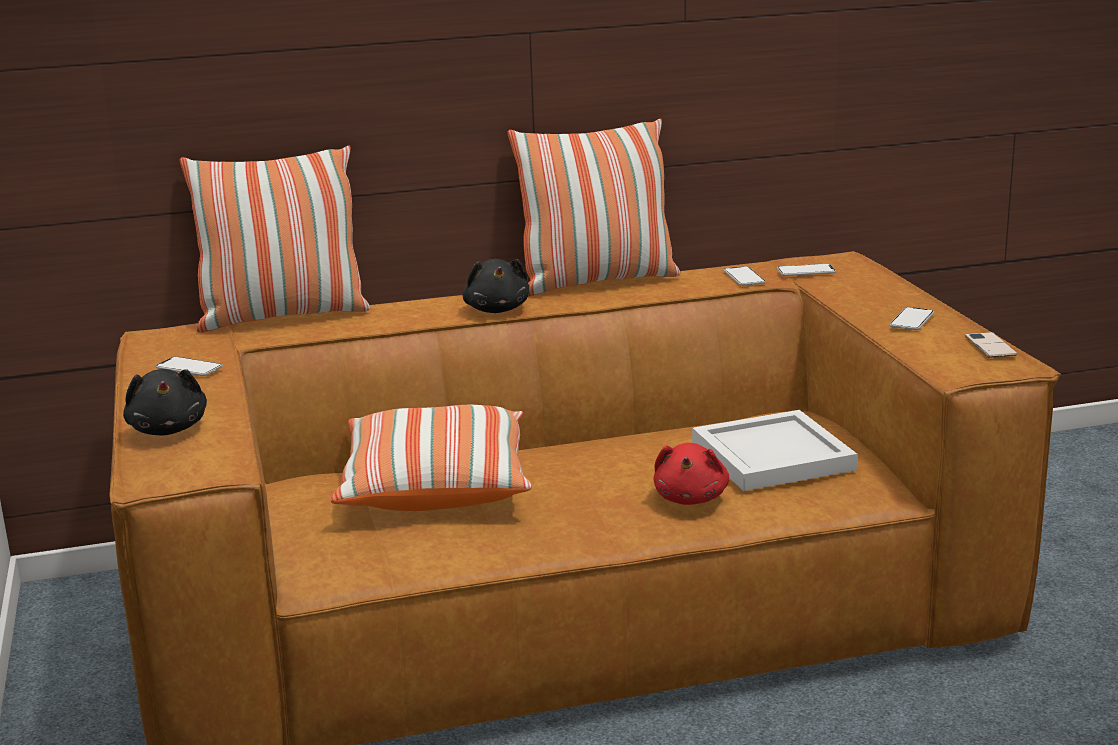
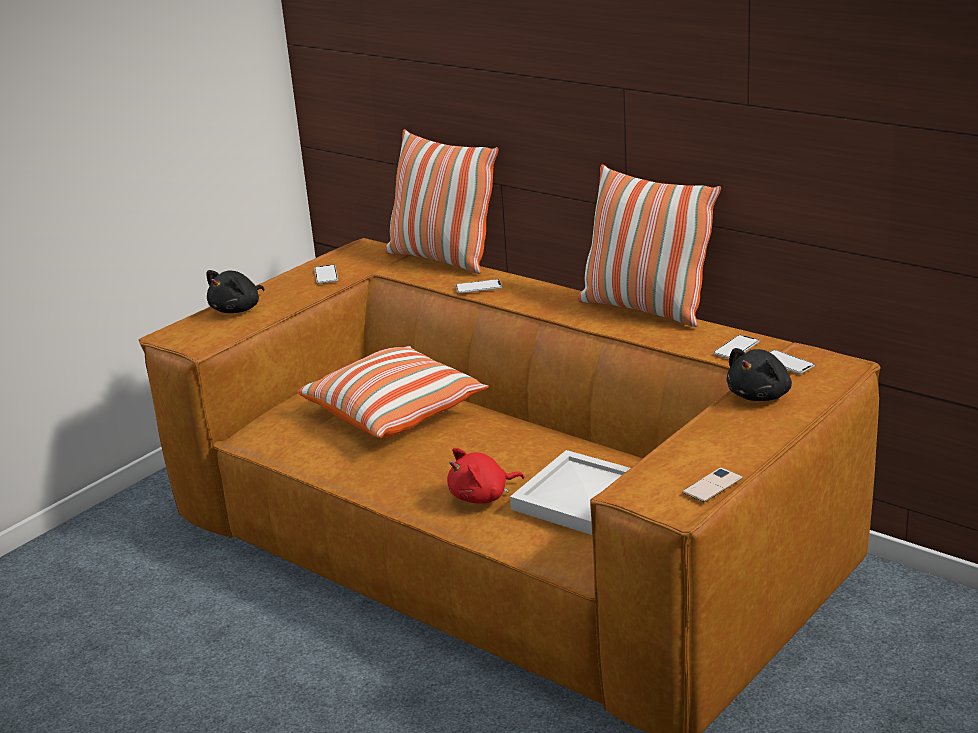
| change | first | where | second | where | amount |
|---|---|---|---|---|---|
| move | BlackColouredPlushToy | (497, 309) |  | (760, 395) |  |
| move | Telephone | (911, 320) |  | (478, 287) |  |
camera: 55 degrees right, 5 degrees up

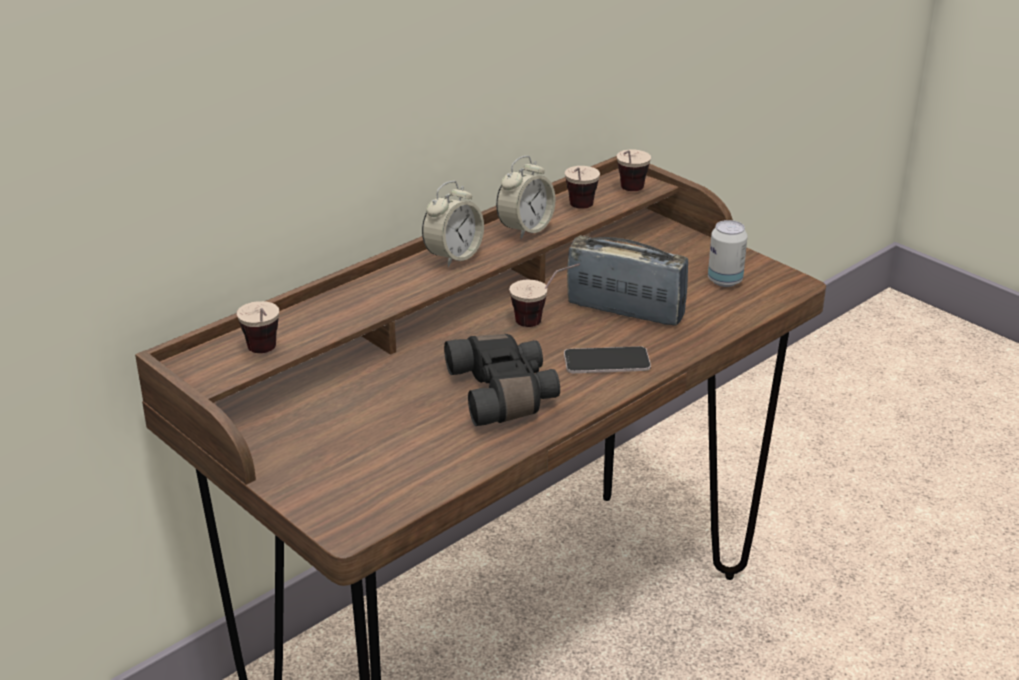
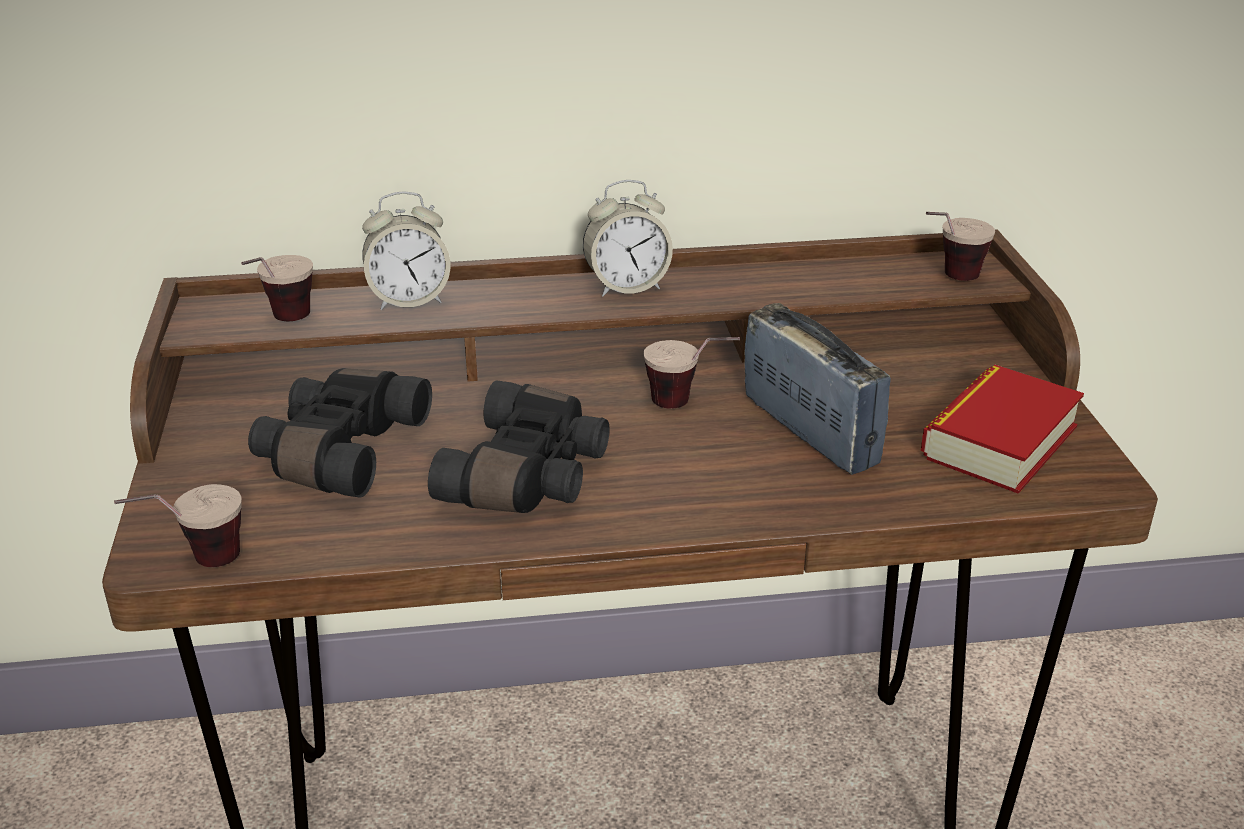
| change | first | where | second | where | amount |
|---|---|---|---|---|---|
| move | BedsideClock | (525, 229) |  | (409, 300) |  |
| delete | Telephone | (606, 361) |  |  |  |
| move | Cup | (579, 210) |  | (193, 566) |  |
| replace | SealedCan | (725, 280) | Book | (999, 441) |  |
| insert |  |  | BlackColouredFieldGlasses | (338, 451) |  |
camera: 35 degrees right, 0 degrees up

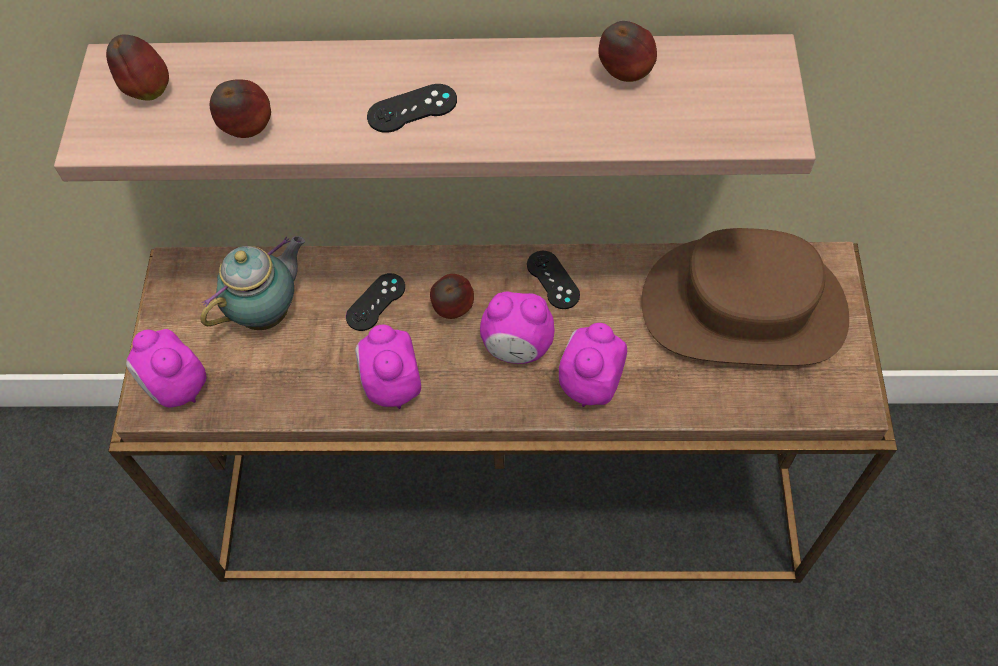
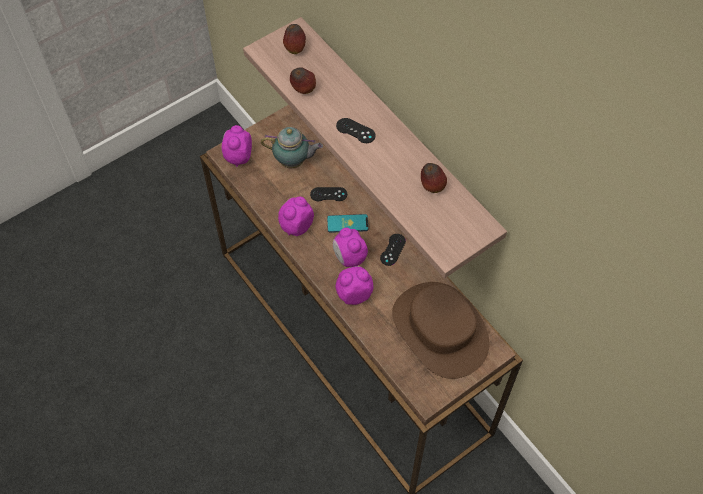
| change | first | where | second | where | amount |
|---|---|---|---|---|---|
| replace | AppleFruit | (453, 310) | Telephone | (347, 223) |  |
camera: 50 degrees right, 0 degrees up

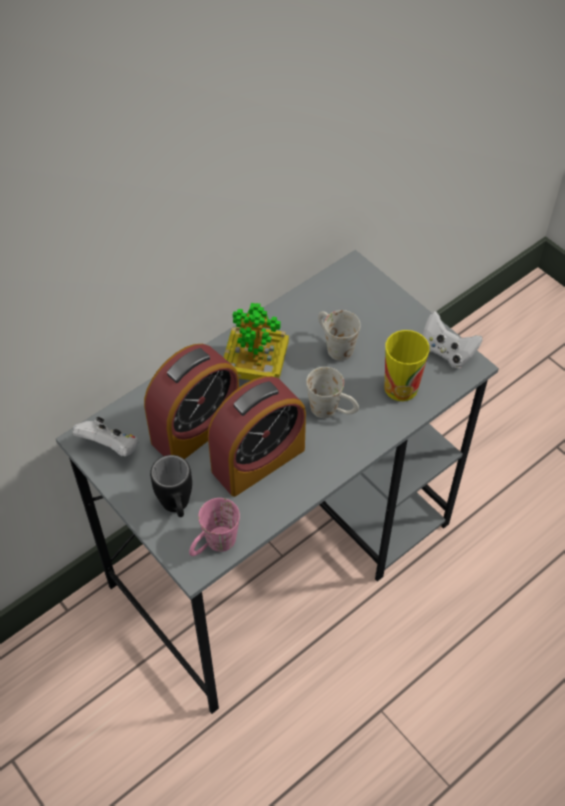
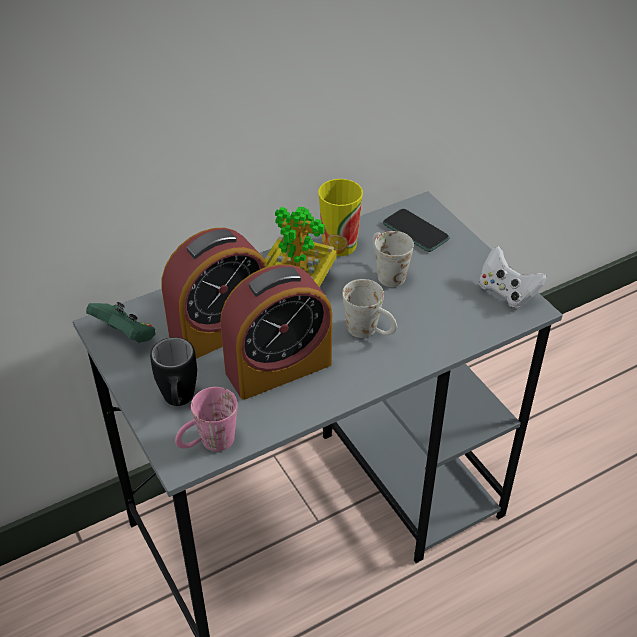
| change | first | where | second | where | amount |
|---|---|---|---|---|---|
| recolor | WhitishGameController | (110, 447) | GreenishGameController | (126, 336) |  |
| move | Cup | (401, 387) |  | (339, 245) |  |
| insert |  |  | Telephone | (415, 231) |  |
camera: 10 degrees right, 10 degrees down

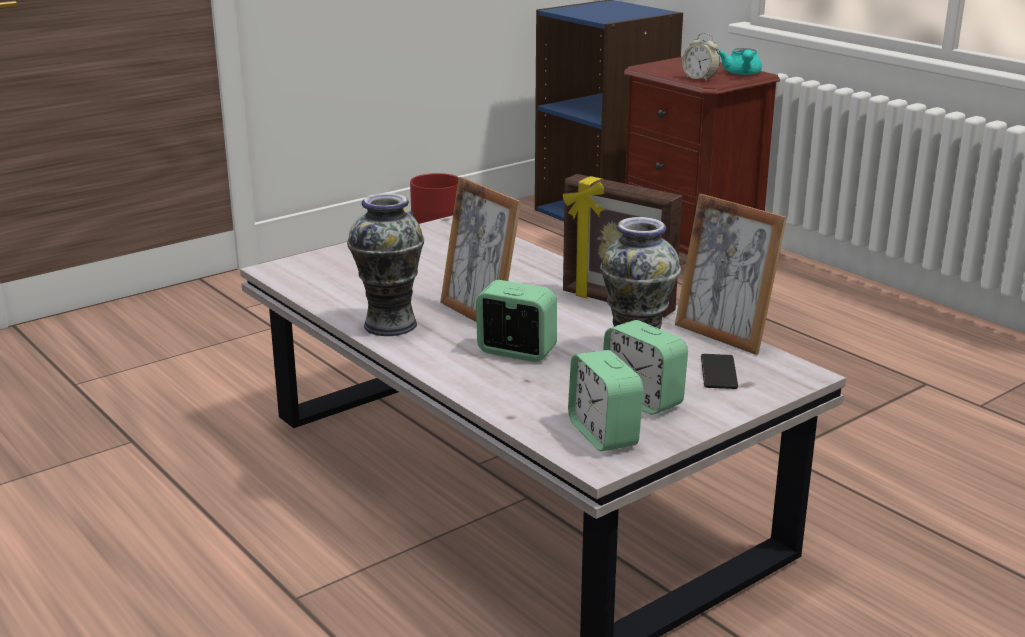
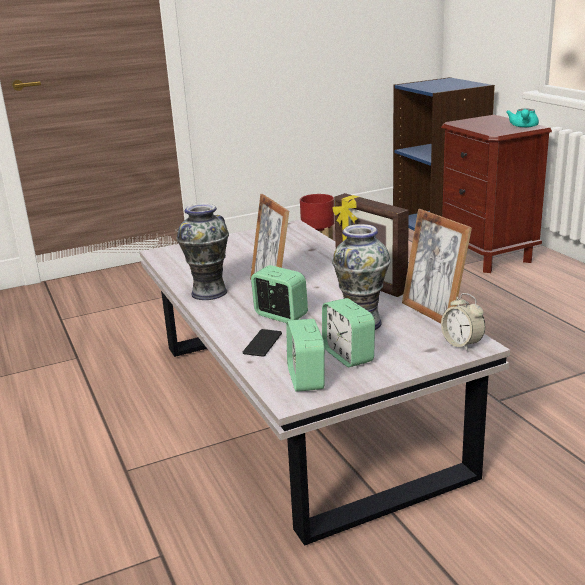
| change | first | where | second | where | amount |
|---|---|---|---|---|---|
| move | BedsideClock | (699, 79) |  | (462, 344) |  |
| move | Telephone | (718, 372) |  | (262, 343) |  |
camera: 15 degrees right, 0 degrees up

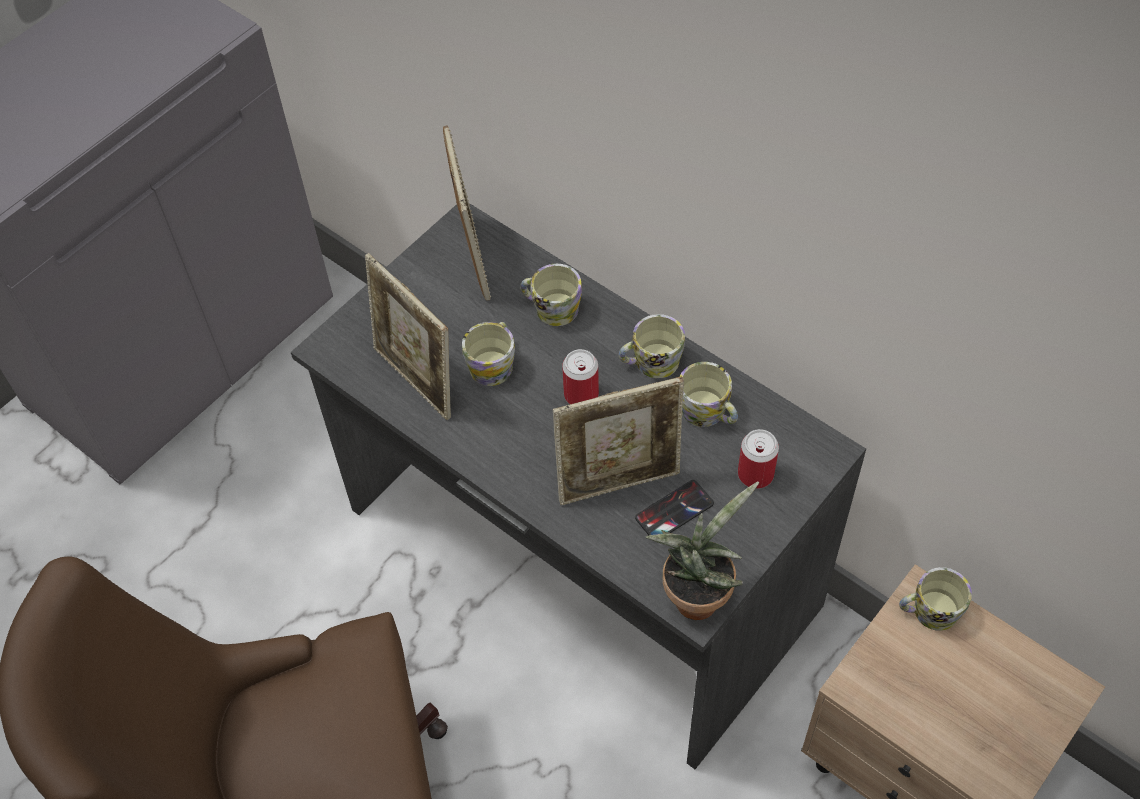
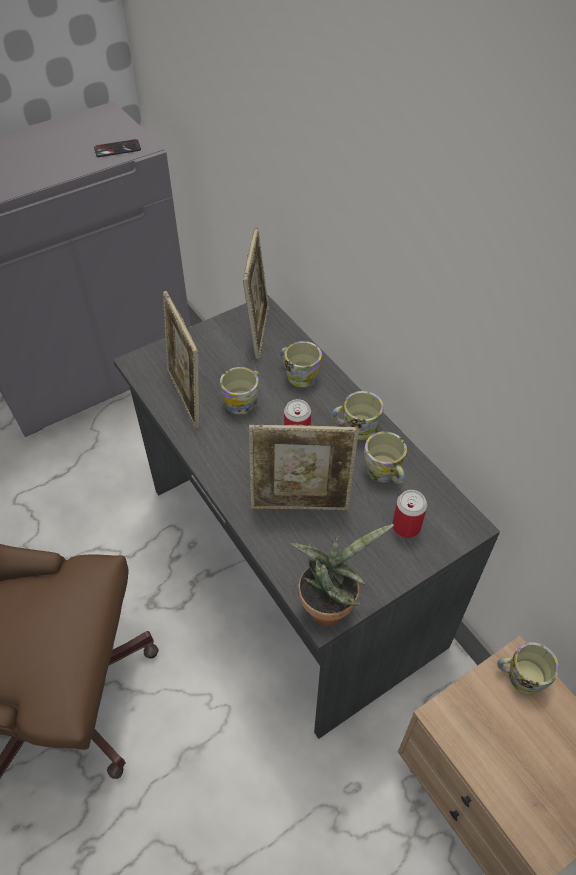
| change | first | where | second | where | amount |
|---|---|---|---|---|---|
| move | Telephone | (674, 511) |  | (117, 149) |  |
camera: 15 degrees right, 5 degrees down

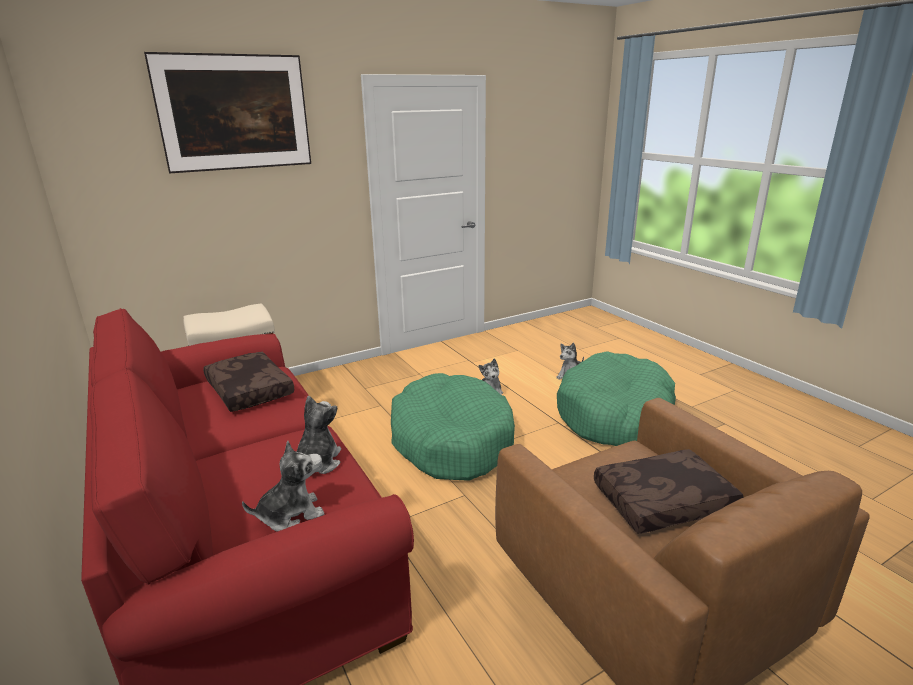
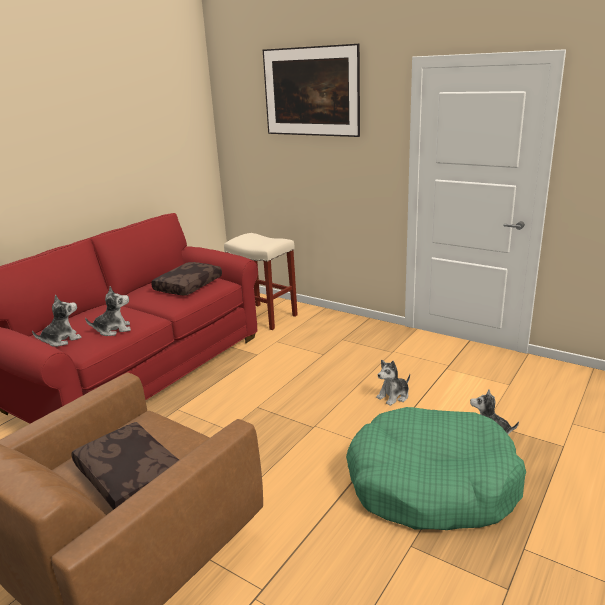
| change | first | where | second | where | amount |
|---|---|---|---|---|---|
| rotate | PlushToy | (291, 514) |  | (61, 340) | 75 degrees counterclockwise |
| delete | GreenishDogCushion | (451, 440) |  |  |  |
camera: 65 degrees right, 0 degrees up

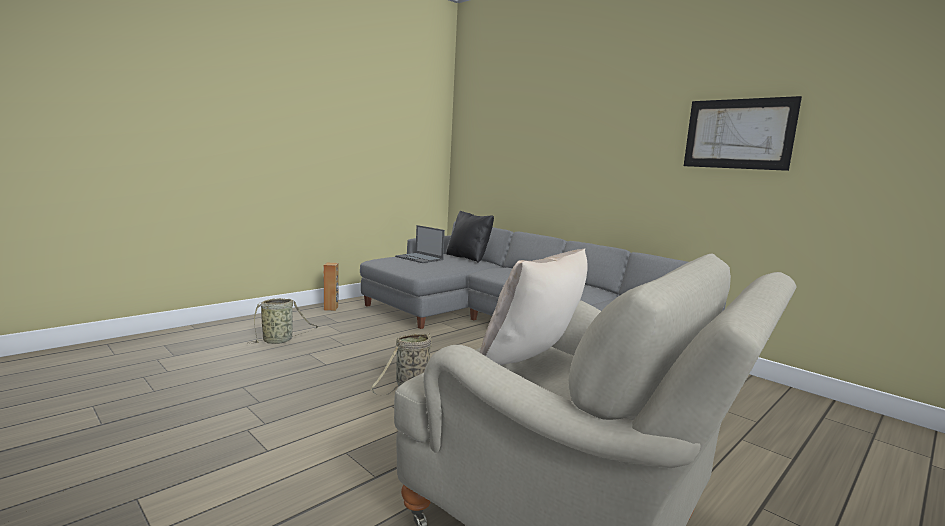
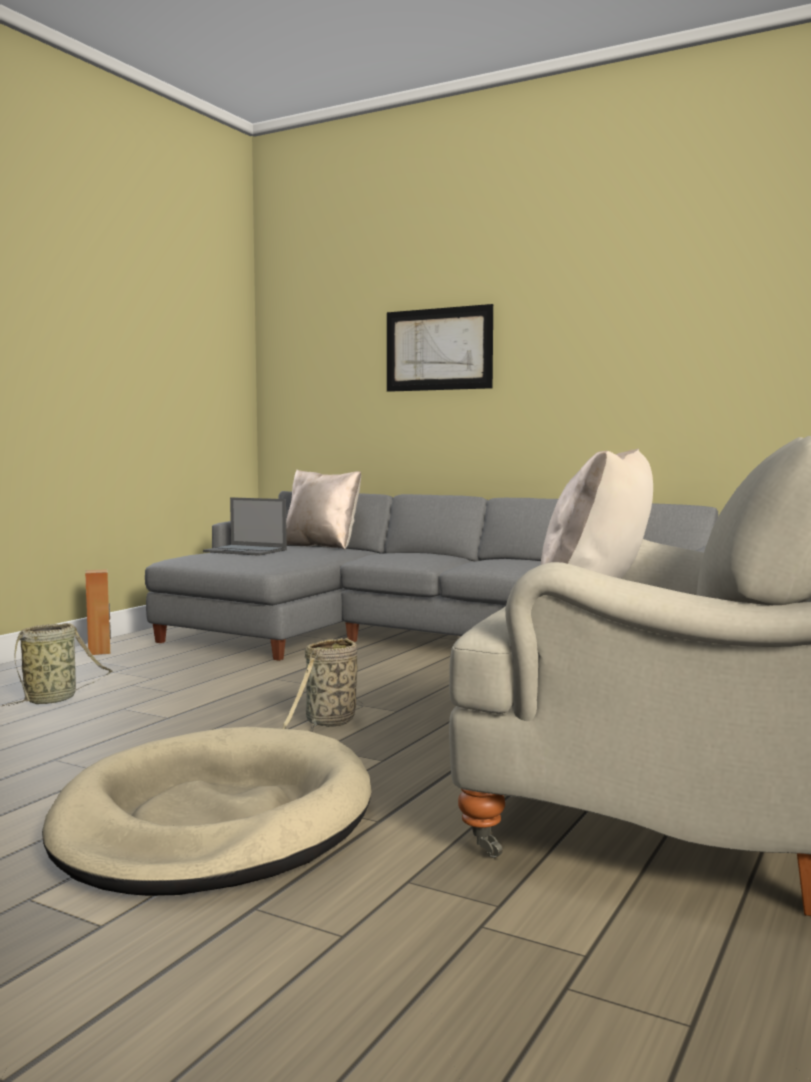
| change | first | where | second | where | amount |
|---|---|---|---|---|---|
| recolor | BlackColouredCushion | (468, 258) | BeigeColouredCushion | (321, 546) |  |
| move | WallPicture | (738, 134) |  | (438, 349) |  |
| insert |  |  | BeigeColouredDogCushion | (215, 821) |  |
camera: 15 degrees left, 5 degrees down

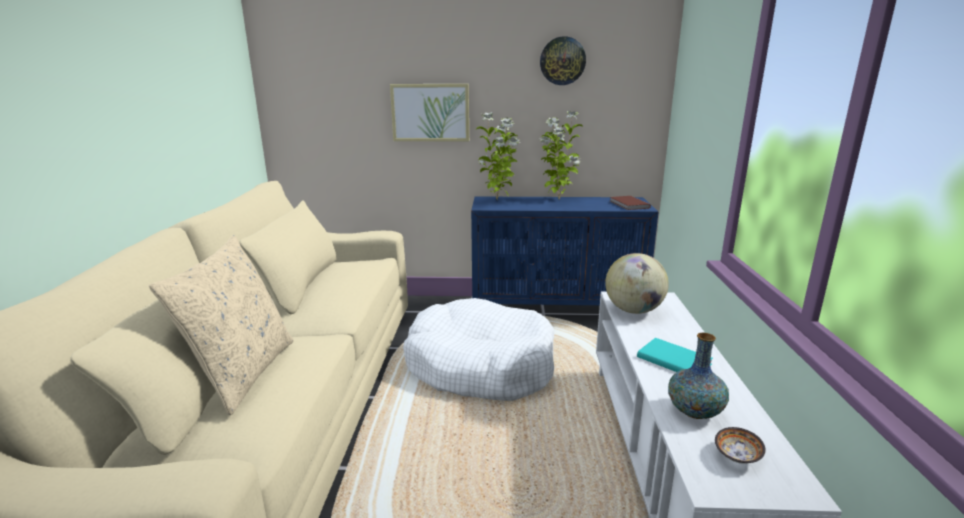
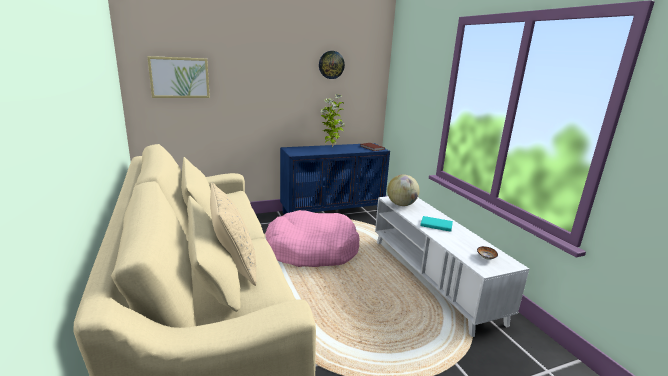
| change | first | where | second | where | amount |
|---|---|---|---|---|---|
| move | WallPicture | (430, 112) |  | (179, 77) |  |
| recolor | WhitishDogCushion | (480, 365) | PinkishDogCushion | (312, 249) |  |
| delete | Houseplant | (498, 200) |  |  |  |
| delete | DecorativeVase | (694, 411) |  |  |  |
camera: 25 degrees left, 0 degrees up

